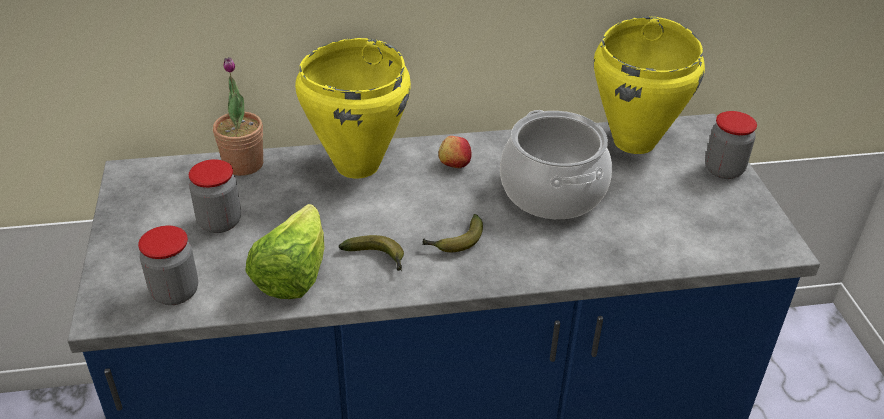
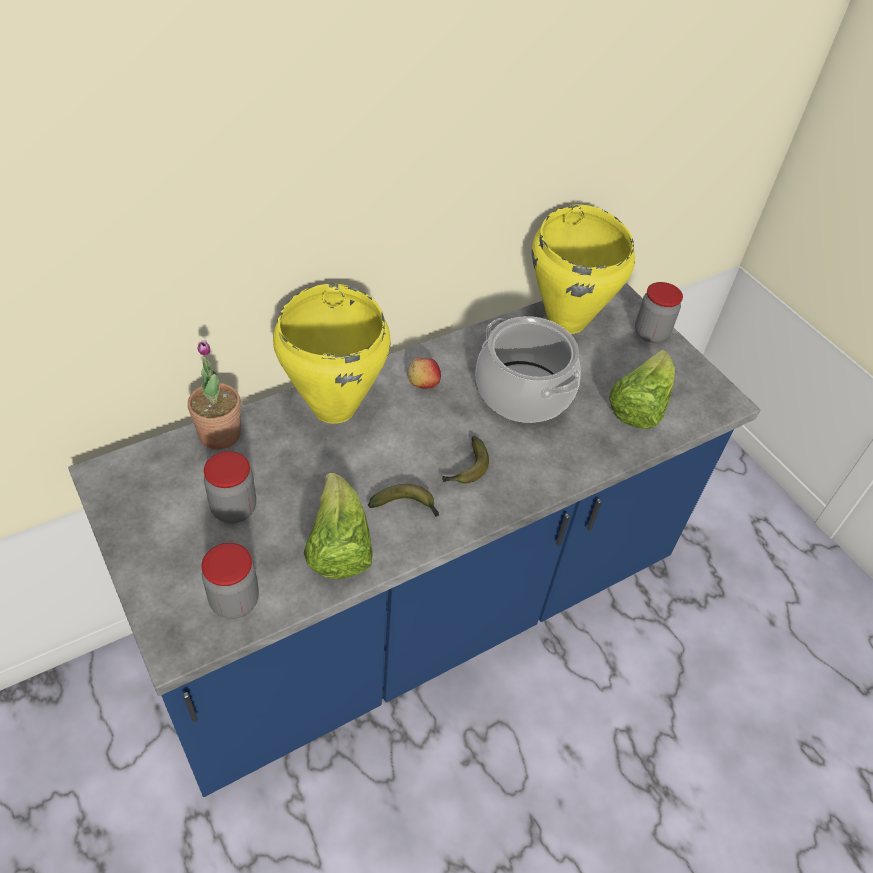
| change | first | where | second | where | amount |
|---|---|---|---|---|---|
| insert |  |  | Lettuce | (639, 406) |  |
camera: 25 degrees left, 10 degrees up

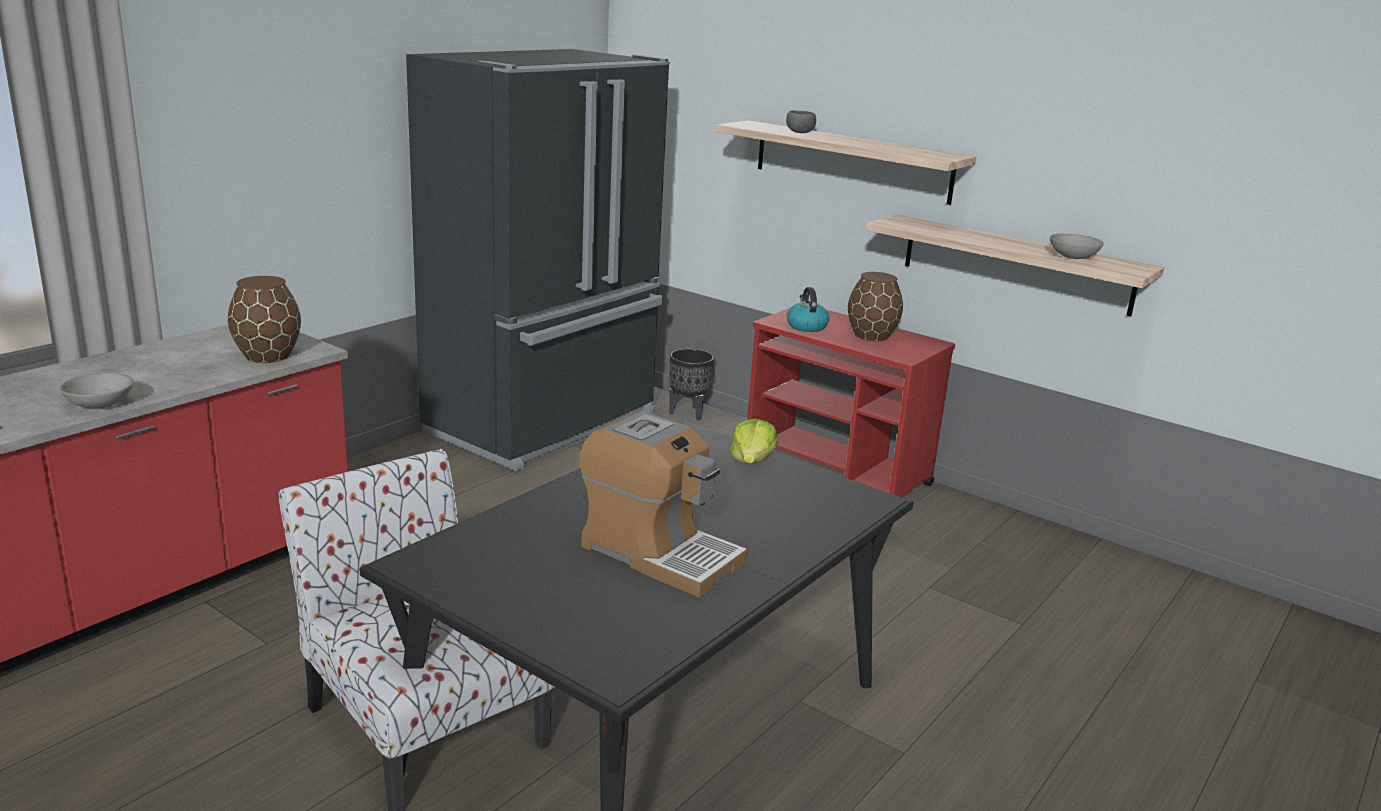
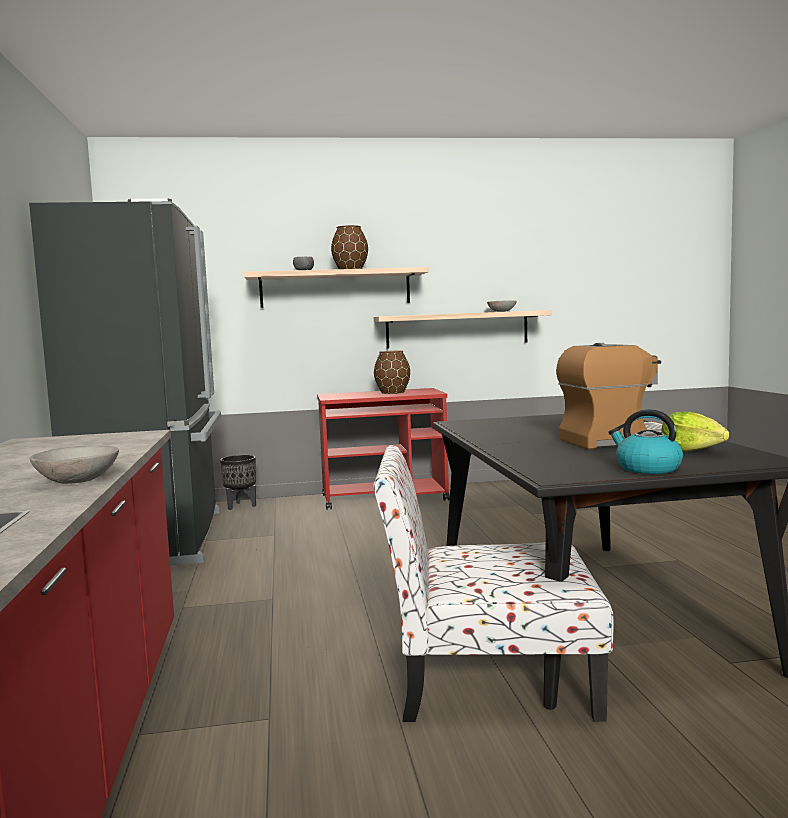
| change | first | where | second | where | amount |
|---|---|---|---|---|---|
| move | BrownishDecorativeVase | (267, 355) |  | (350, 269) |  |
| move | Lettuce | (752, 461) |  | (691, 450) |  |
| move | Kettle | (806, 326) |  | (647, 468) |  |
camera: 45 degrees left, 15 degrees down

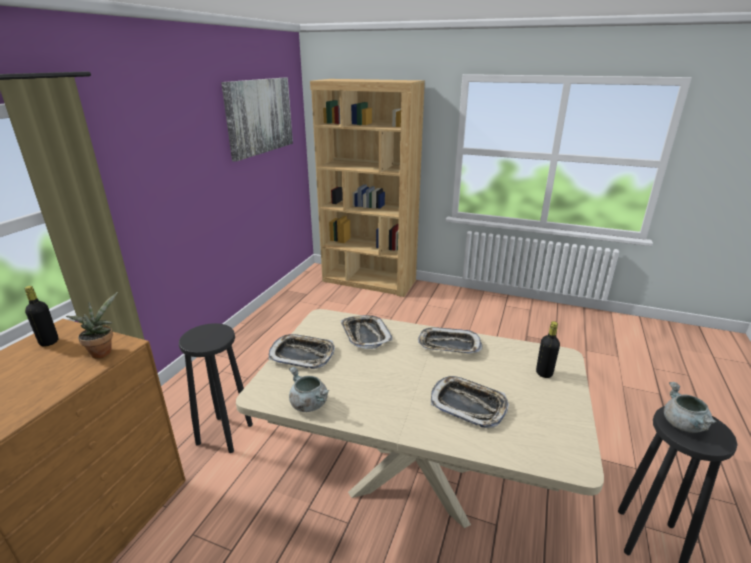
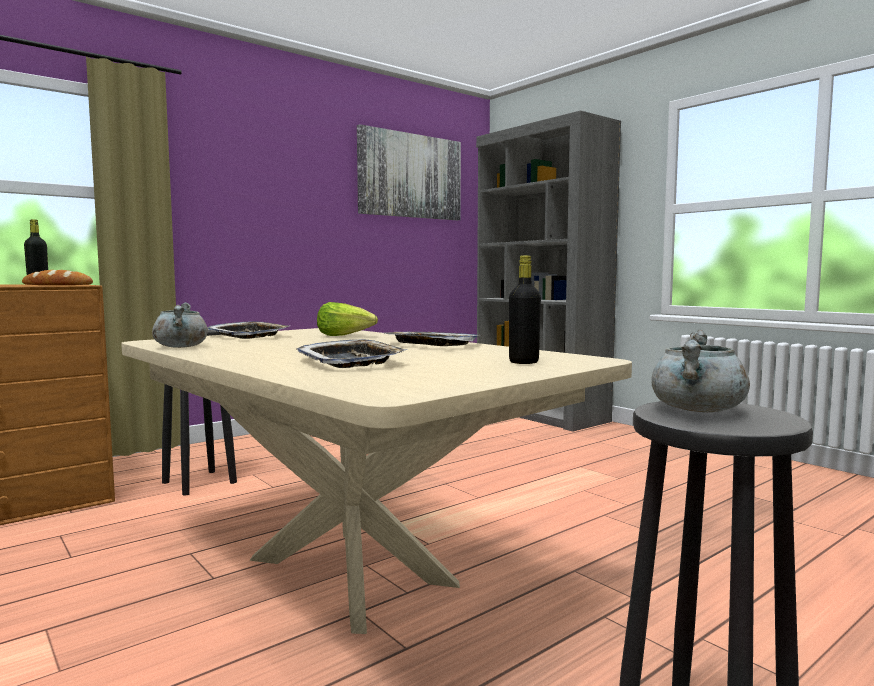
| change | first | where | second | where | amount |
|---|---|---|---|---|---|
| replace | Houseplant | (103, 351) | BakeryBread | (57, 285) |  |
| recolor | BrownishBookshelf | (369, 281) | GreyBookshelf | (540, 414) |  |
| replace | Tray | (365, 335) | Lettuce | (345, 336) |  |
camera: 30 degrees right, 20 degrees down

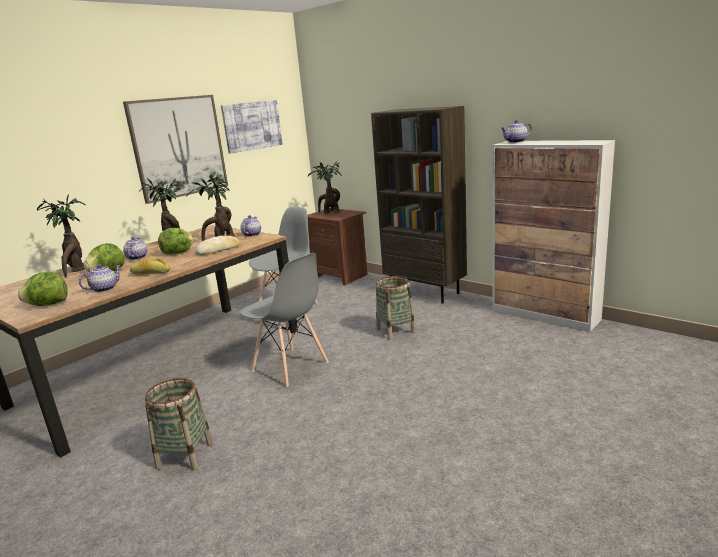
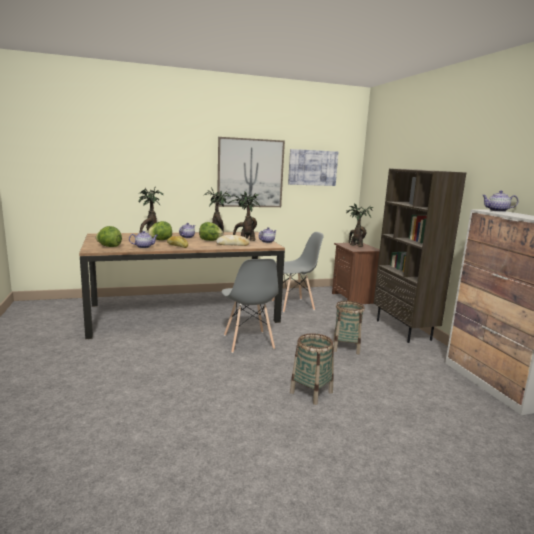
| change | first | where | second | where | amount |
|---|---|---|---|---|---|
| move | Basket | (185, 455) |  | (311, 392) |  |
camera: 30 degrees right, 5 degrees down

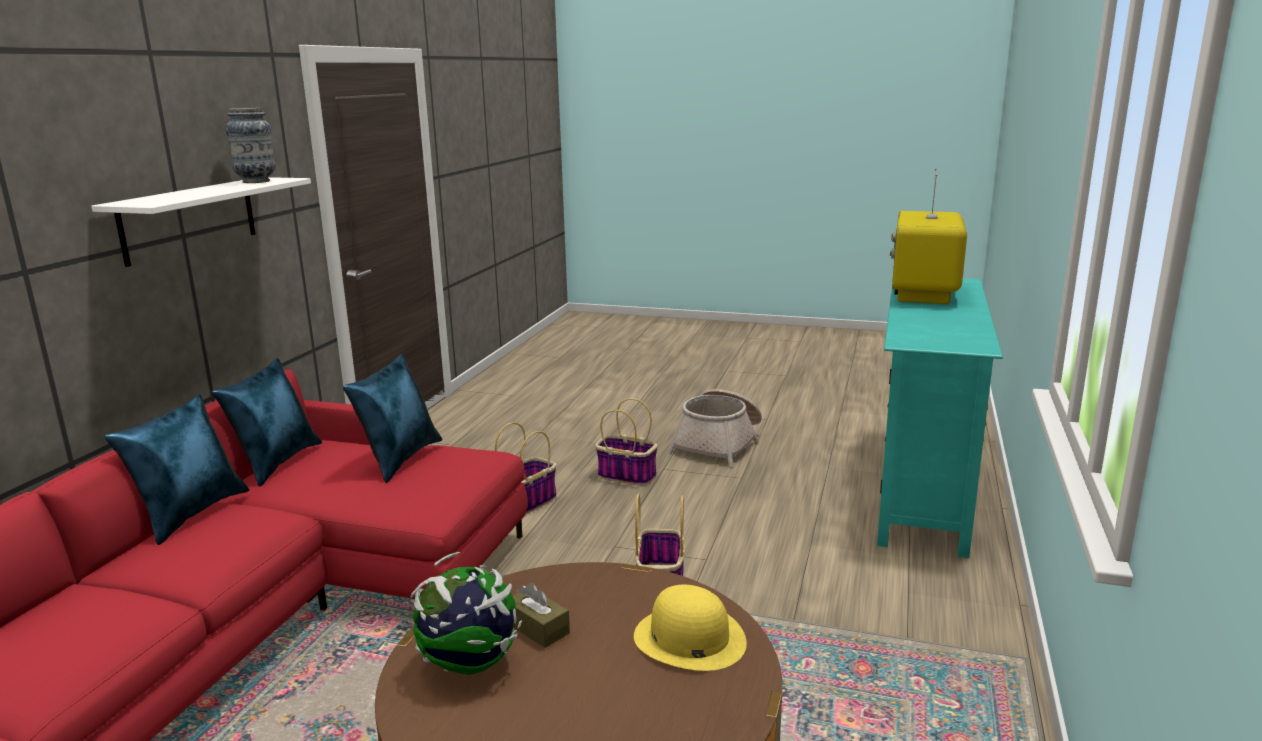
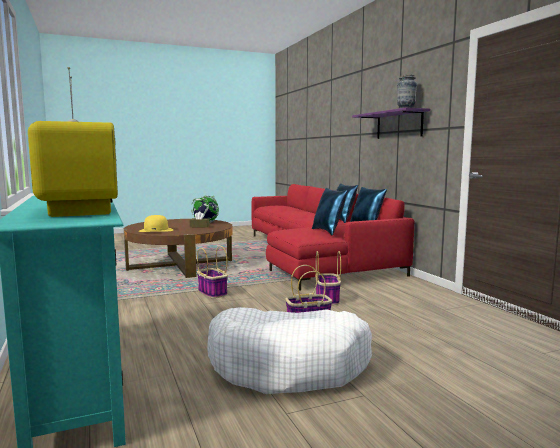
| change | first | where | second | where | amount |
|---|---|---|---|---|---|
| recolor | WhitishBracketShelf | (190, 219) | PurpleColouredBracketShelf | (399, 125) |  |
| replace | Basket | (719, 443) | WhitishDogCushion | (289, 365) |  |
camera: 140 degrees right, 10 degrees down

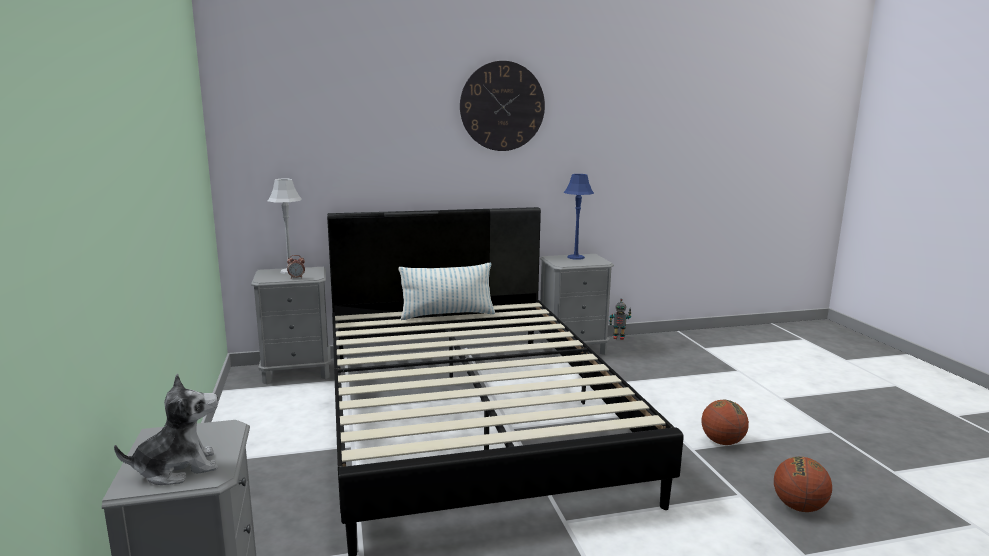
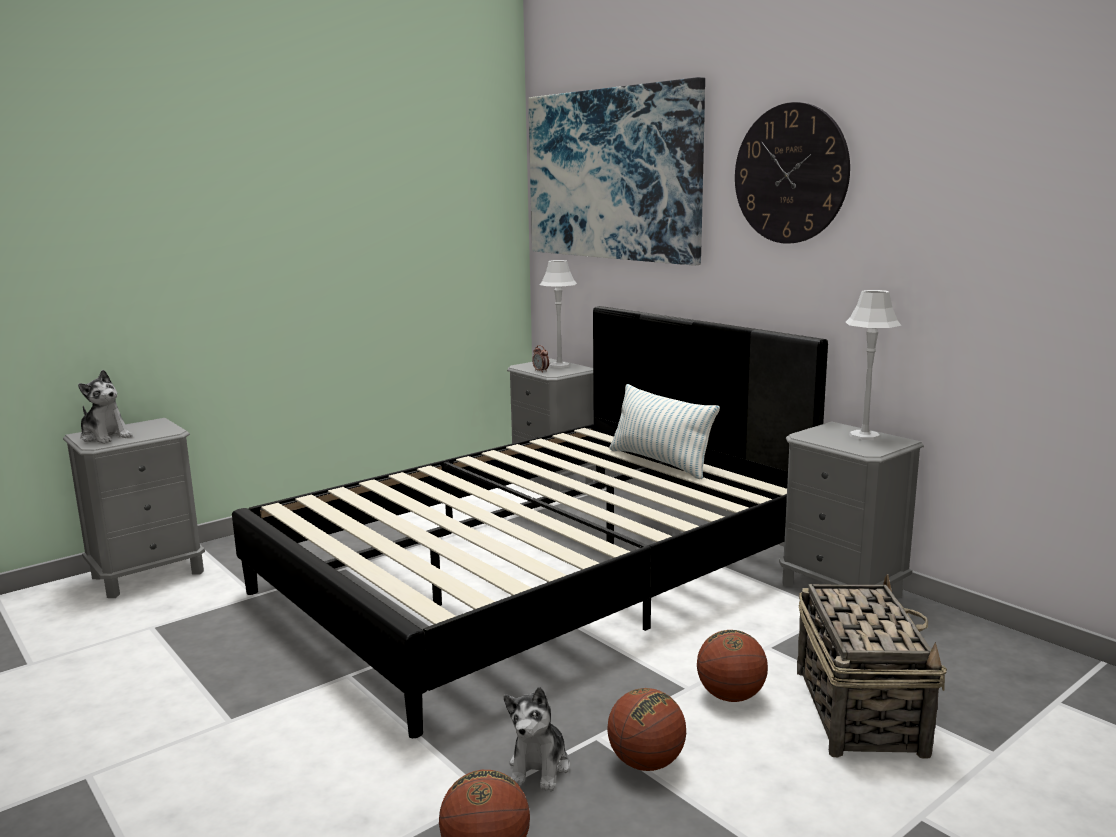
| change | first | where | second | where | amount |
|---|---|---|---|---|---|
| recolor | BluishLampForATable | (575, 257) | GreyLampForATable | (864, 435) |  |
| delete | RobotFigure | (618, 337) |  |  |  |
| insert |  |  | PlushToy | (539, 767) |  |
| insert |  |  | WallPicture | (611, 174) |  |
| insert |  |  | BasketballBall | (730, 696) |  |
| insert |  |  | Basket | (858, 709) |  |
camera: 65 degrees right, 0 degrees up

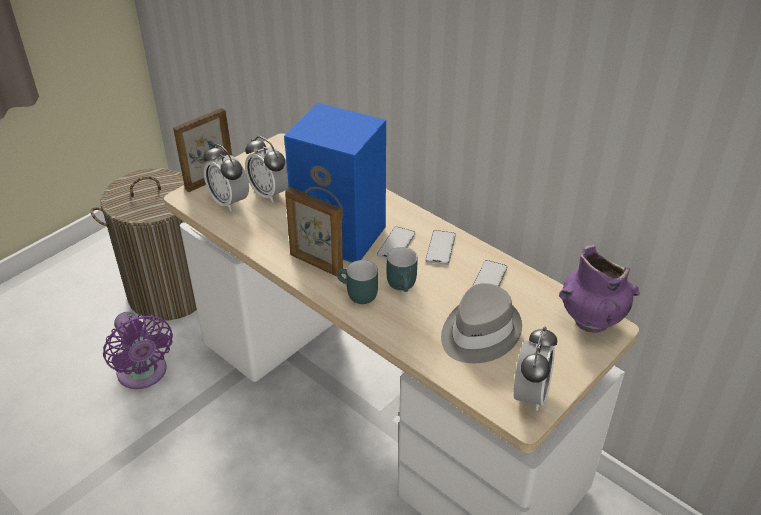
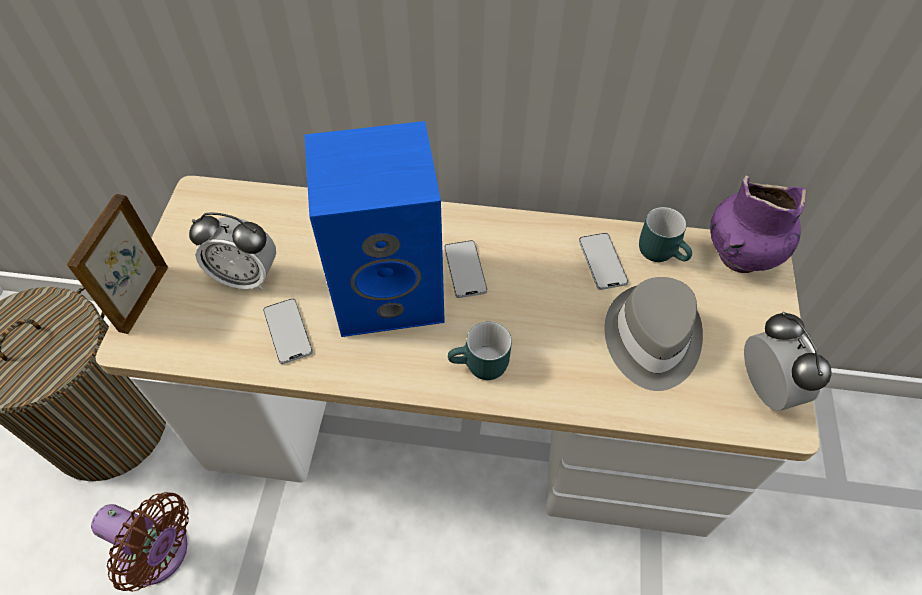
| change | first | where | second | where | amount |
|---|---|---|---|---|---|
| recolor | PurpleColouredElectricFan | (143, 374) | BrownishElectricFan | (160, 554) |  |
| delete | BedsideClock | (229, 201) |  |  |  |
| delete | StandingFrame | (316, 264) |  |  |  |
| move | BlueGreenCoffeeMug | (404, 285) |  | (662, 251) |  |
| move | Telephone | (440, 248) |  | (288, 331) |  |
camera: 35 degrees left, 15 degrees up

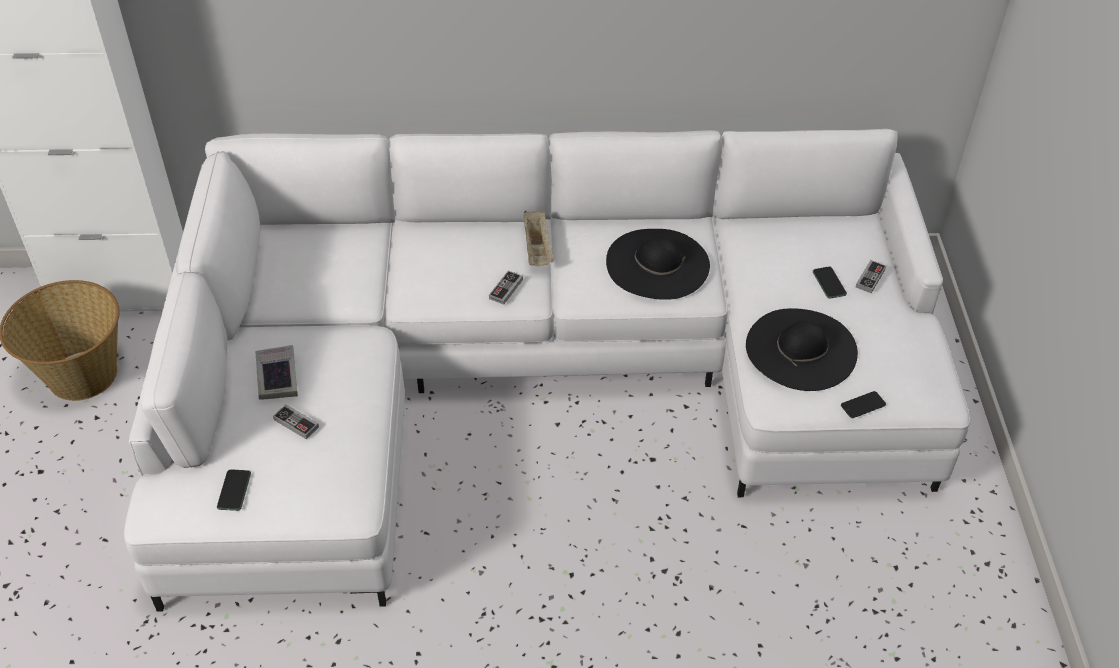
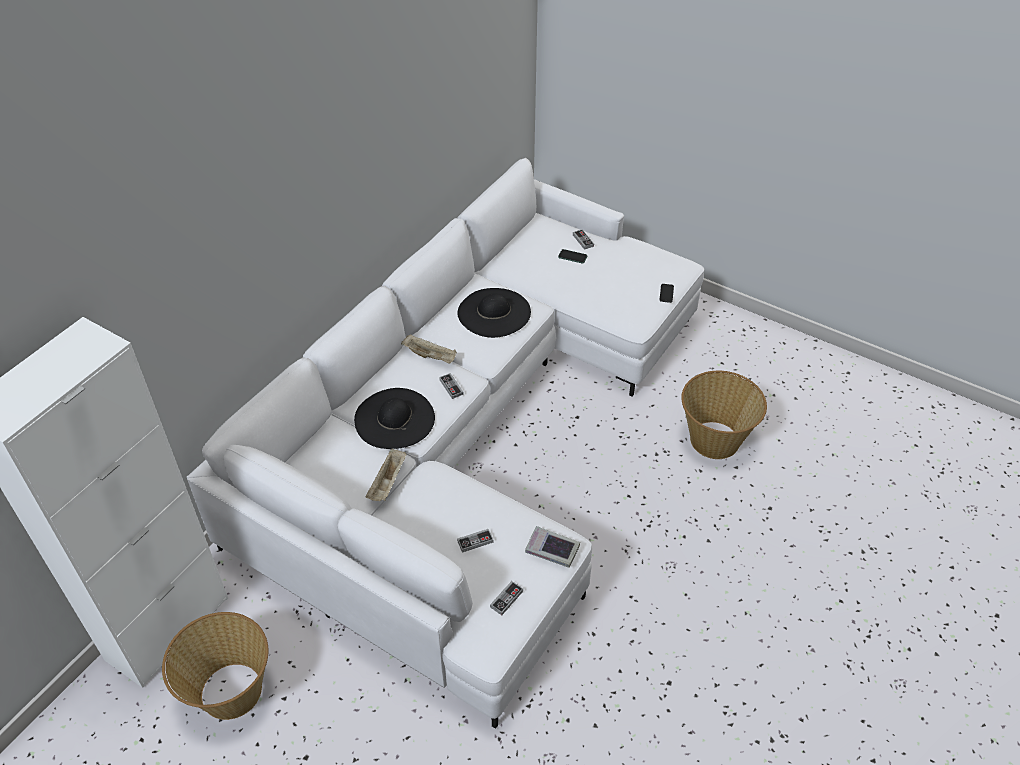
| change | first | where | second | where | amount |
|---|---|---|---|---|---|
| replace | Telephone | (234, 490) | GameController | (506, 599) |  |
| move | Book | (277, 376) |  | (552, 550) |  |
| move | BlackColouredClothingHat | (801, 349) |  | (394, 418) |  |
| insert |  |  | BeigeColouredTray | (388, 483) |  |
| insert |  |  | Basket | (715, 439) |  |
camera: 55 degrees left, 0 degrees up

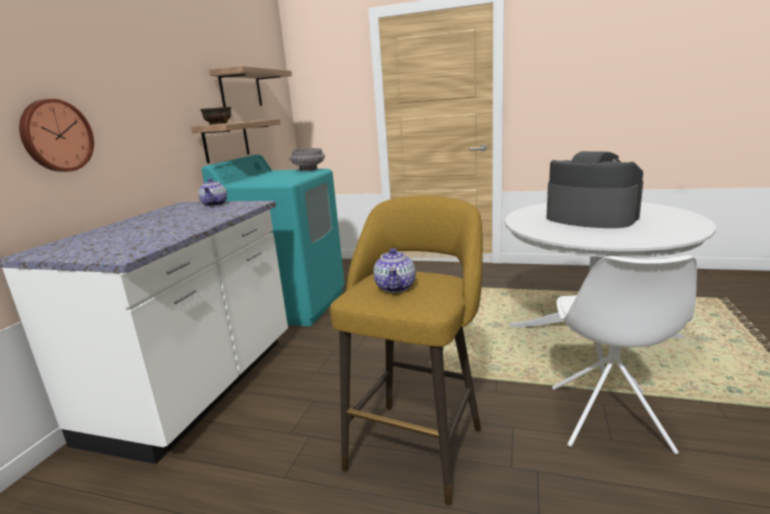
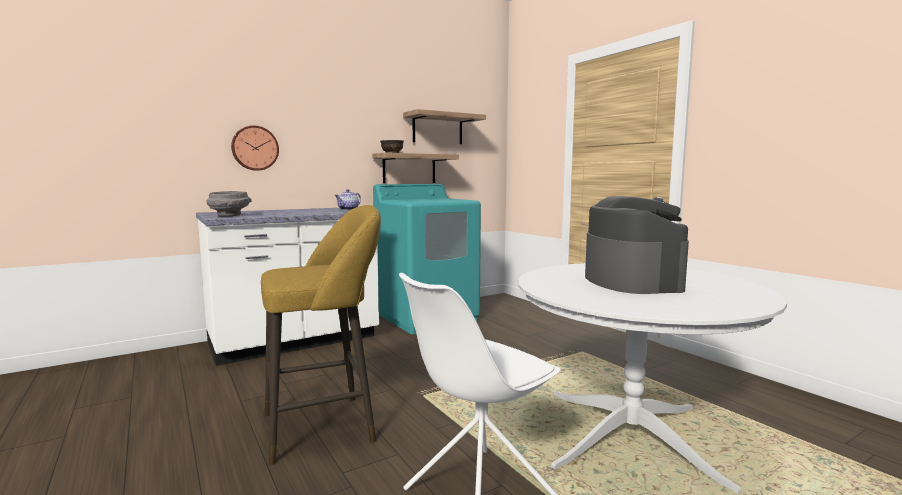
| change | first | where | second | where | amount |
|---|---|---|---|---|---|
| move | GreyDeepDish | (309, 170) |  | (230, 215) |  |
| delete | PotForTea | (396, 287) |  |  |  |
camera: 40 degrees right, 10 degrees down

